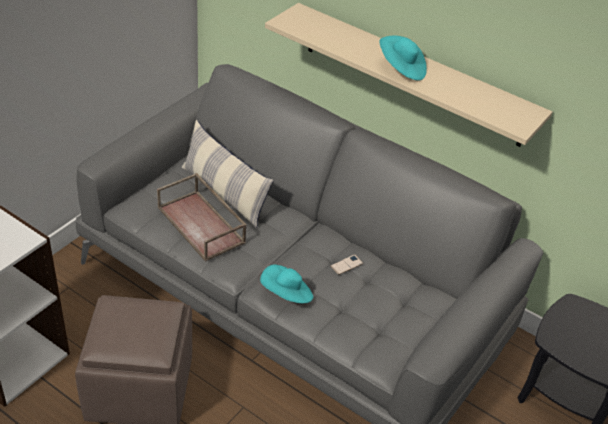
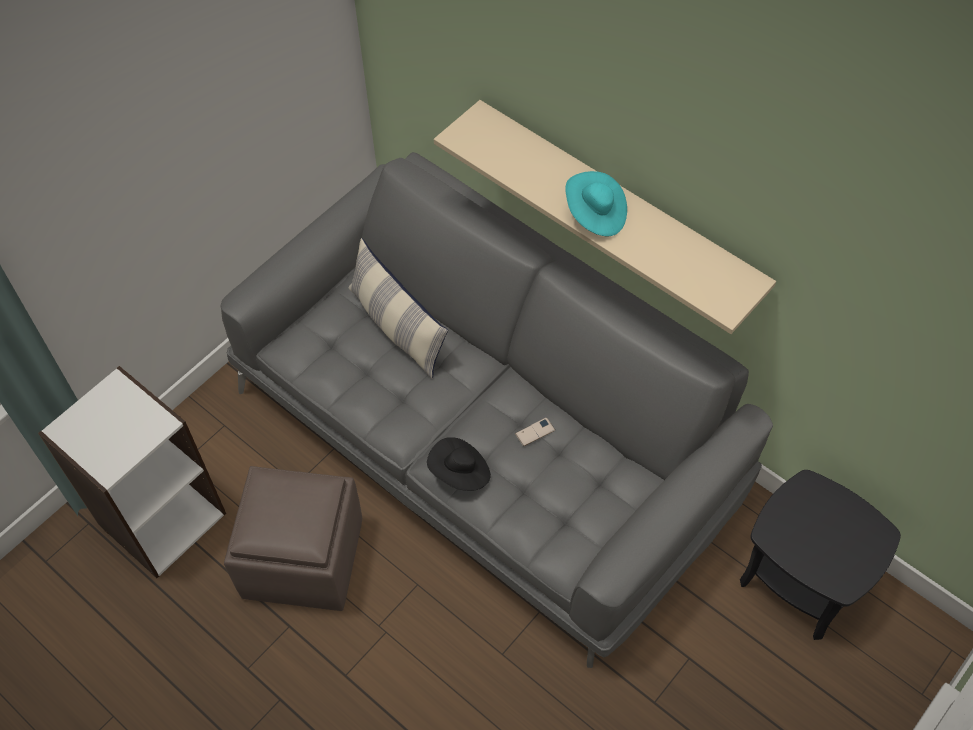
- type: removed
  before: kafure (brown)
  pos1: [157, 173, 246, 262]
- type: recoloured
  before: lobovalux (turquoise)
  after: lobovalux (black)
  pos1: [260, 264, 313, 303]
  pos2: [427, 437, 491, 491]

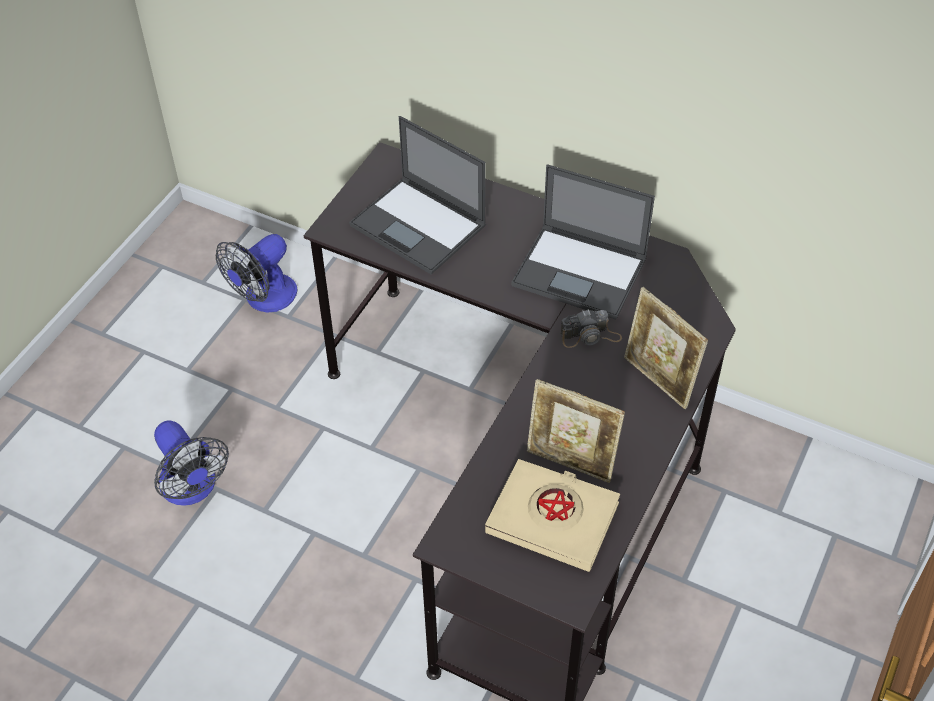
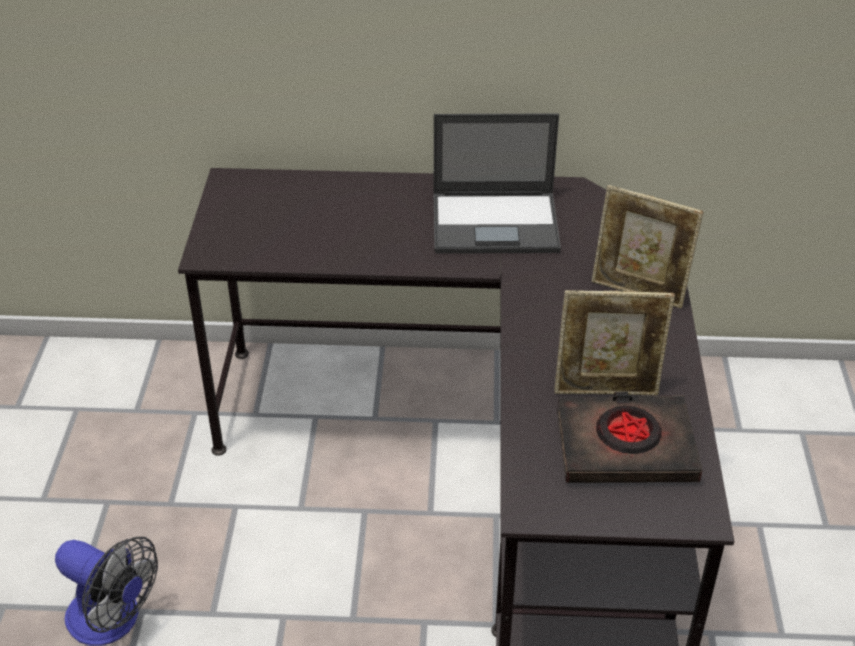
- type: removed
  before: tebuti
  pos1: [216, 234, 298, 313]
- type: removed
  before: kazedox
  pos1: [349, 116, 486, 274]
- type: recoloured
  before: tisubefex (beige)
  after: tisubefex (black)
  pos1: [485, 459, 620, 572]
  pos2: [557, 392, 702, 483]
- type: removed
  before: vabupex
  pos1: [561, 309, 622, 348]

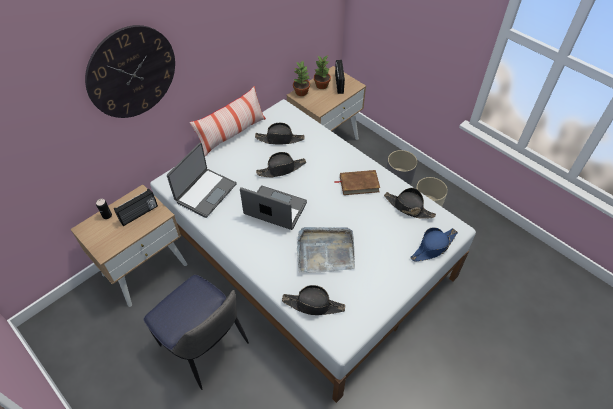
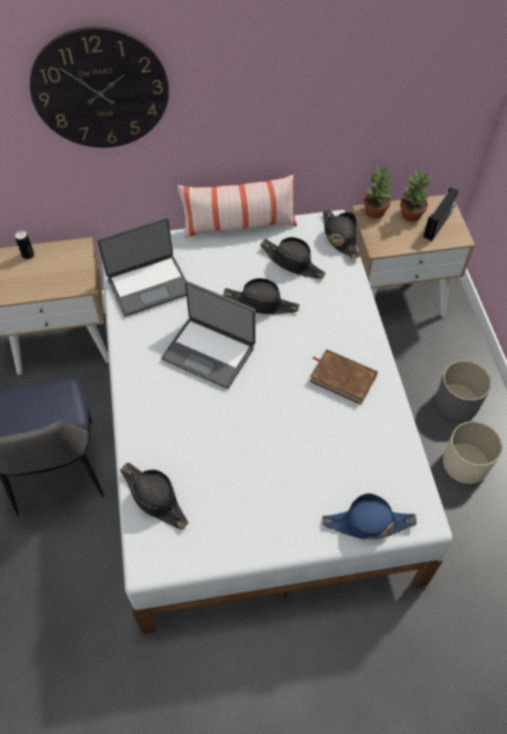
- type: removed
  before: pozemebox
  pos1: [114, 188, 158, 226]
- type: turned
  before: kazedox
  pos1: [240, 185, 307, 230]
  pos2: [161, 281, 255, 389]
  turn: 150
- type: removed
  before: kafure (grey)
  pos1: [297, 227, 355, 273]
- type: moved
  before: lobovalux (black)
  pos1: [384, 188, 436, 219]
  pos2: [323, 209, 361, 258]

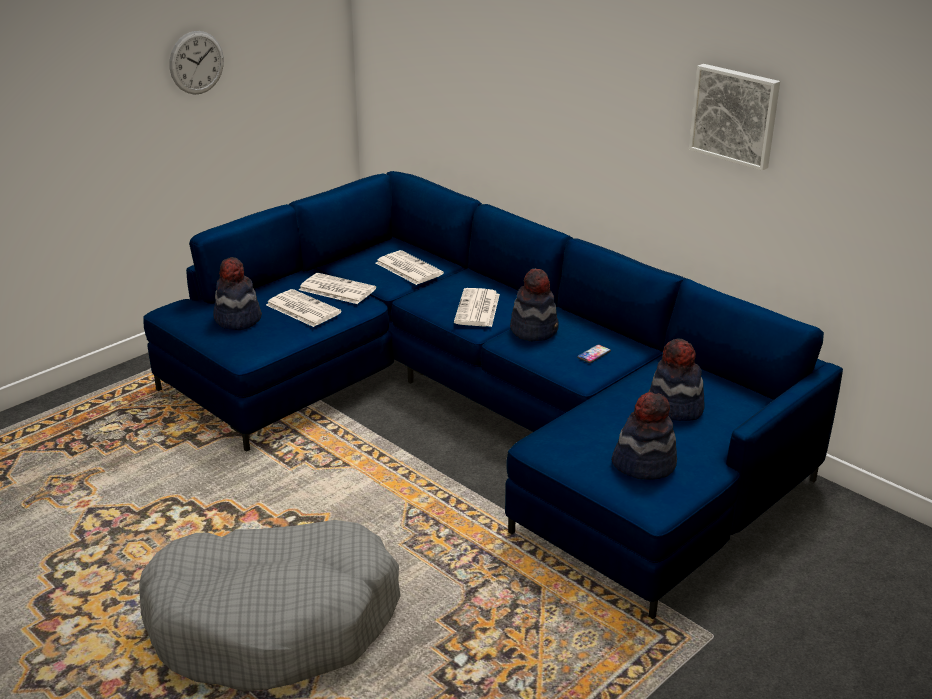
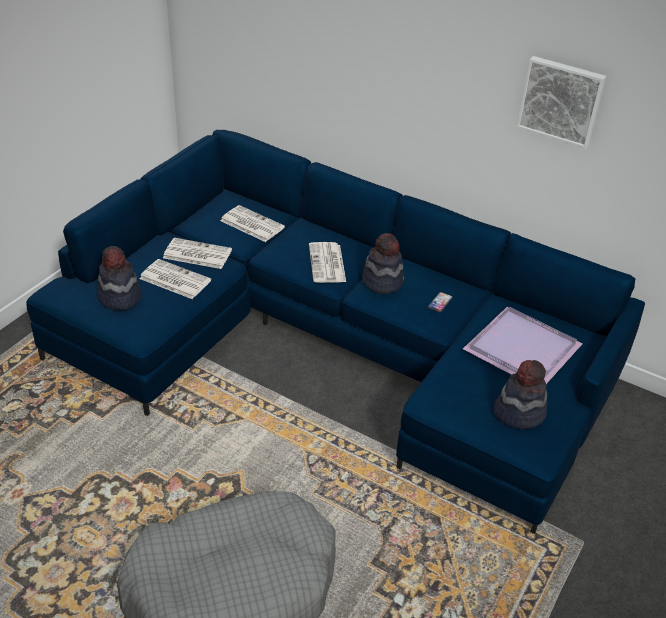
- type: removed
  before: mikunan
  pos1: [169, 31, 224, 95]
- type: replaced
  before: lobovalux
  after: kafure (purple)
  pos1: [649, 338, 704, 421]
  pos2: [463, 307, 583, 384]

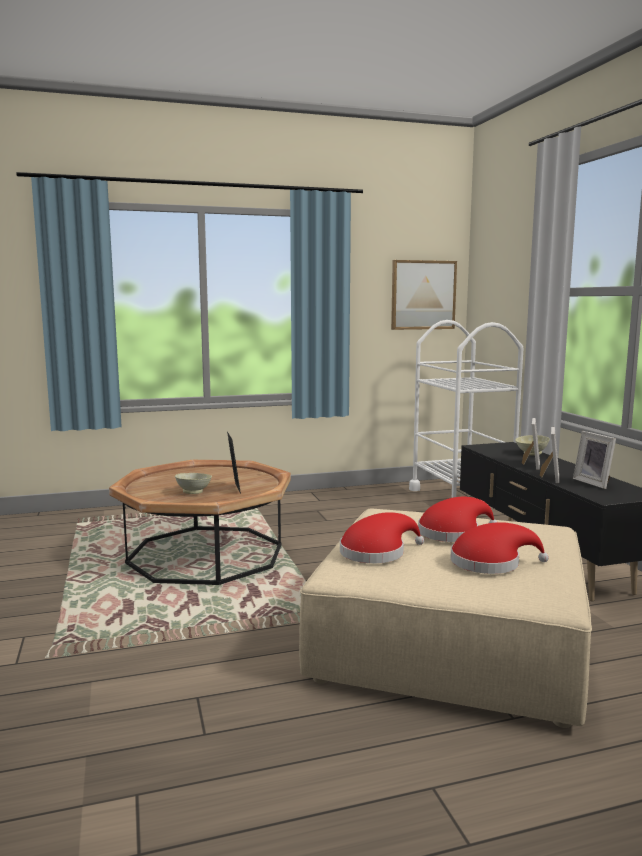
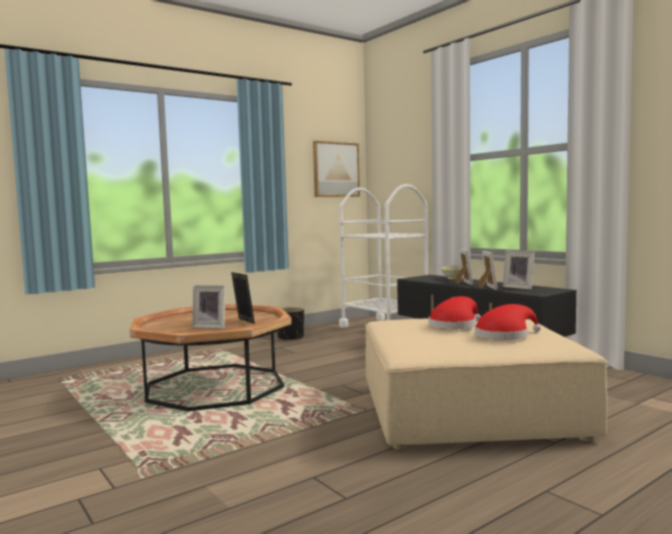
- type: replaced
  before: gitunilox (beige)
  after: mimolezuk
  pos1: [175, 473, 212, 494]
  pos2: [192, 285, 225, 329]
- type: removed
  before: lobovalux (red)
  pos1: [340, 512, 424, 563]
- type: added
  after: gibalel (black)
  pos2: [277, 307, 304, 341]

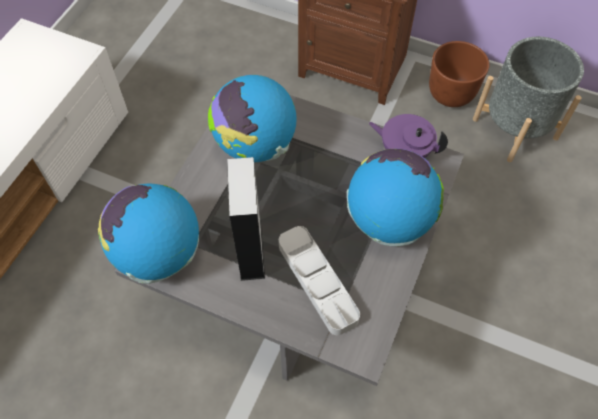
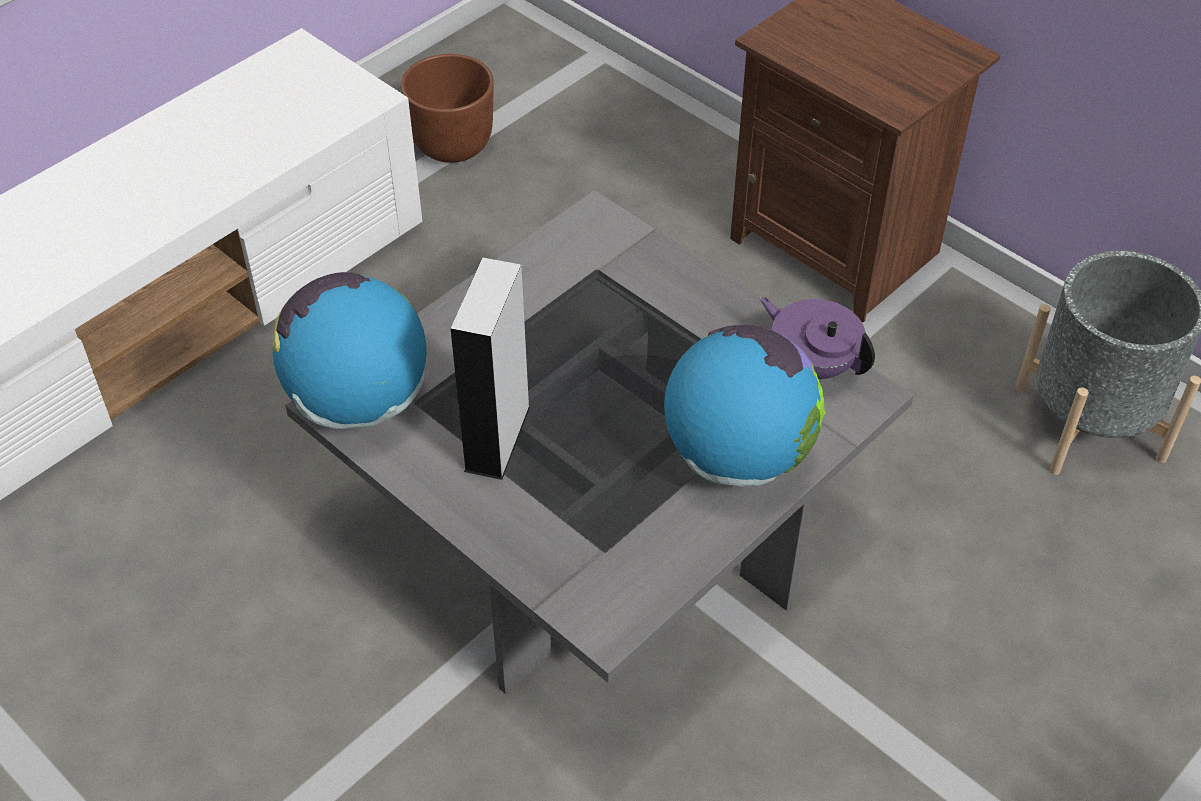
- type: removed
  before: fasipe
  pos1: [208, 75, 297, 162]
- type: removed
  before: kafure (grey)
  pos1: [279, 226, 360, 335]
- type: moved
  before: gibalel (brown)
  pos1: [429, 41, 489, 107]
  pos2: [401, 54, 494, 163]

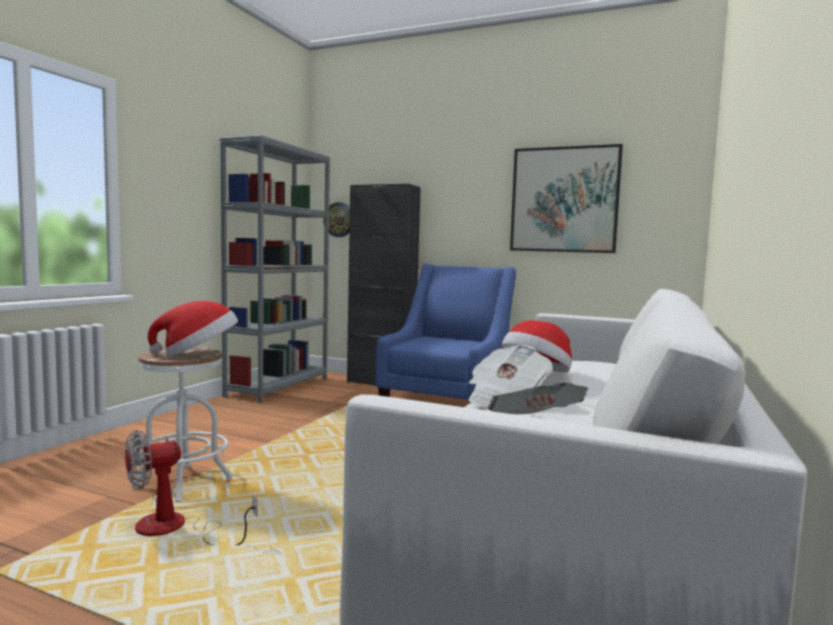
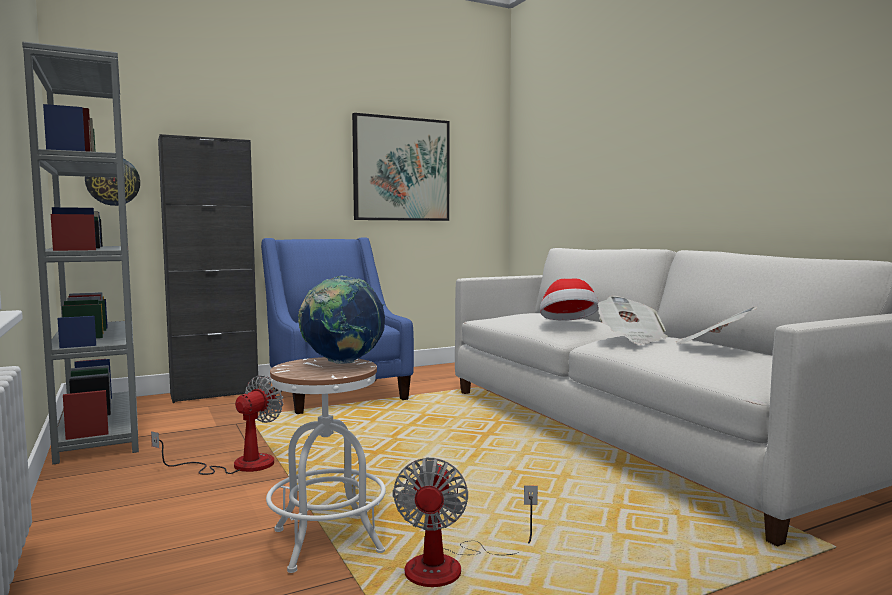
- type: replaced
  before: lobovalux
  after: fasipe
  pos1: [148, 301, 238, 356]
  pos2: [298, 275, 385, 364]
- type: added
  after: tebuti
  pos2: [151, 375, 283, 475]

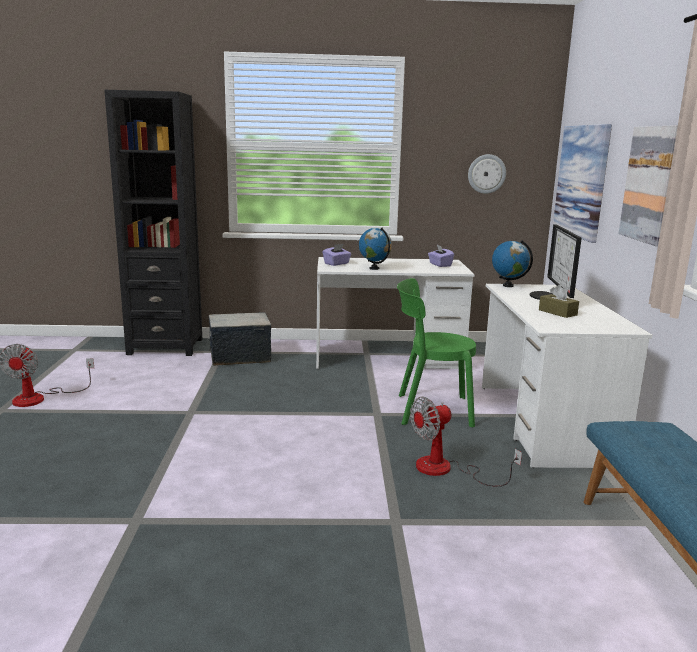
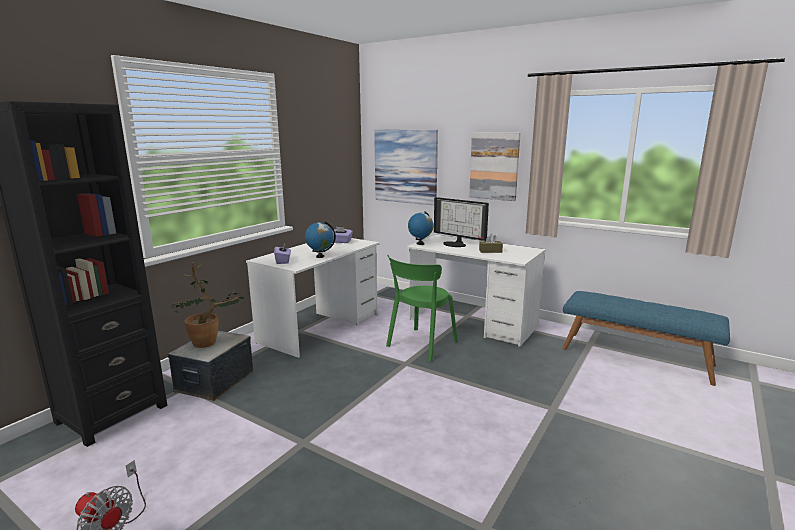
- type: removed
  before: tebuti
  pos1: [410, 397, 522, 487]
- type: removed
  before: mikunan
  pos1: [468, 154, 506, 194]
- type: added
  after: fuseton
  pos2: [171, 261, 245, 348]

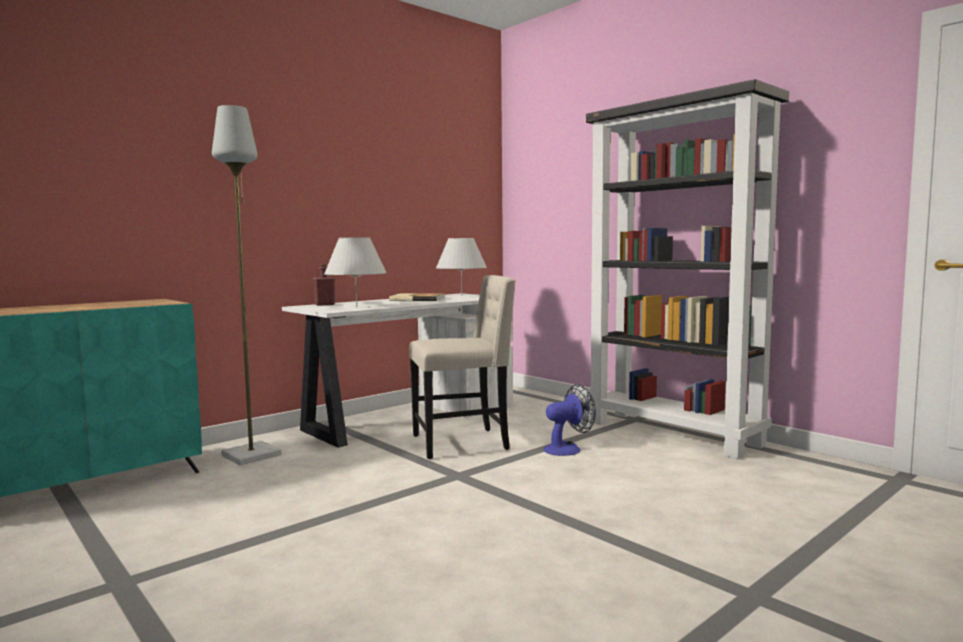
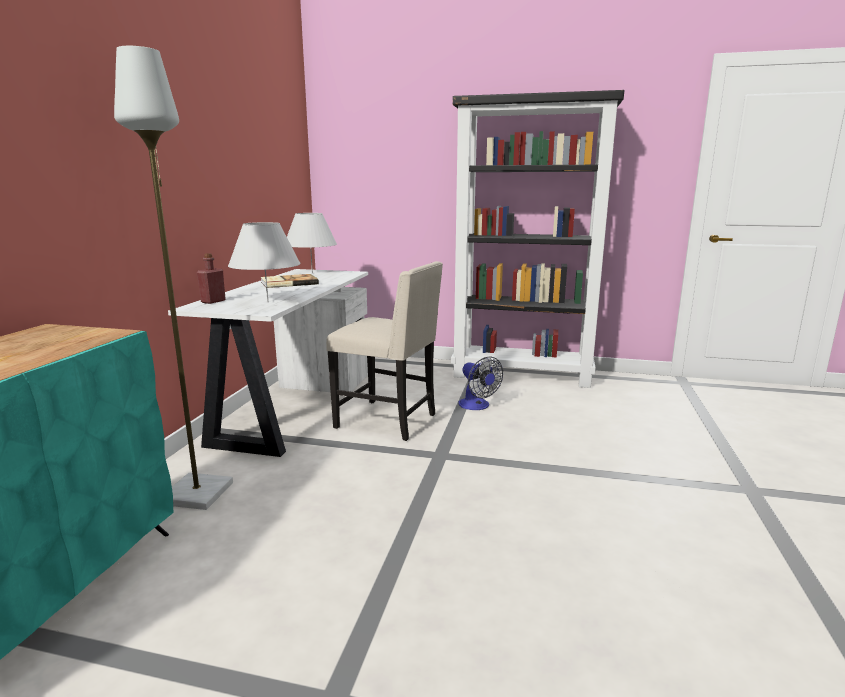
- type: turned
  before: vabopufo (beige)
  pos1: [409, 275, 516, 459]
  pos2: [326, 261, 443, 441]
  turn: 75
- type: turned
  before: tebuti
  pos1: [543, 384, 596, 456]
  pos2: [458, 356, 503, 410]
  turn: 120

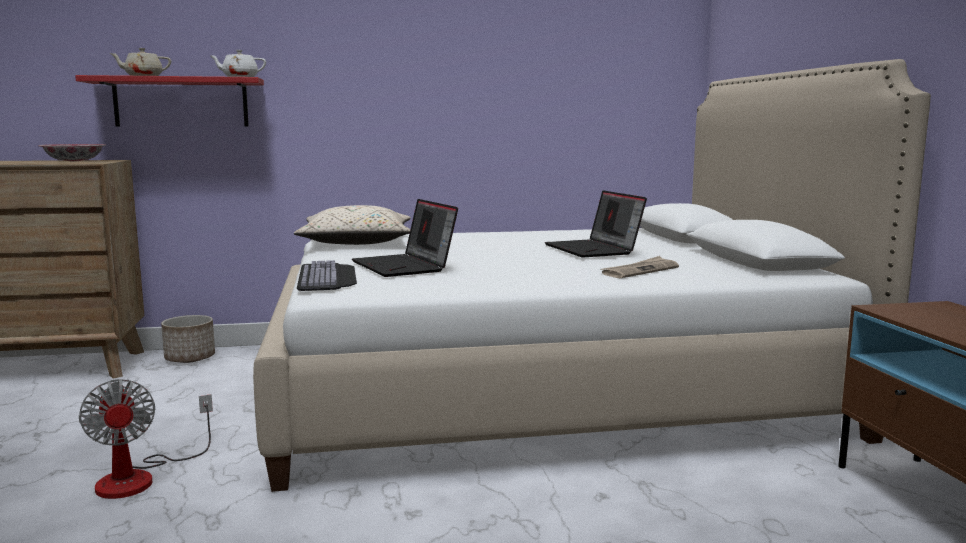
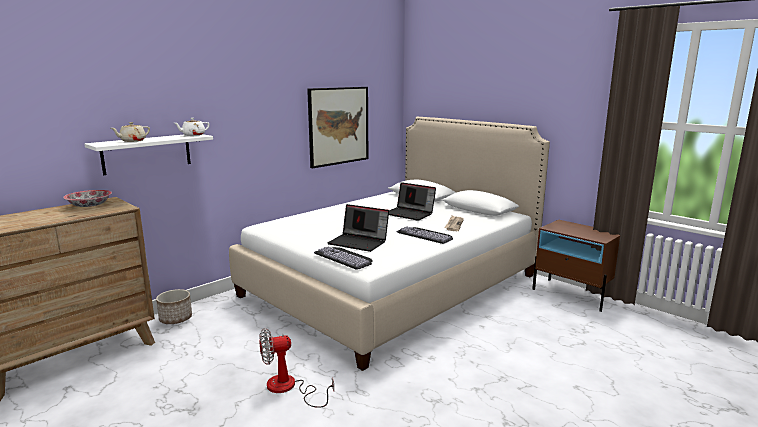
- type: recoloured
  before: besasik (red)
  after: besasik (white)
  pos1: [75, 75, 264, 127]
  pos2: [84, 134, 213, 175]
- type: turned
  before: tebuti
  pos1: [79, 379, 213, 499]
  pos2: [259, 328, 334, 408]
  turn: 135
- type: removed
  before: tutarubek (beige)
  pos1: [294, 205, 411, 245]
- type: added
  after: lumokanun
  pos2: [307, 87, 368, 168]
- type: added
  after: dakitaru
  pos2: [396, 226, 453, 244]

